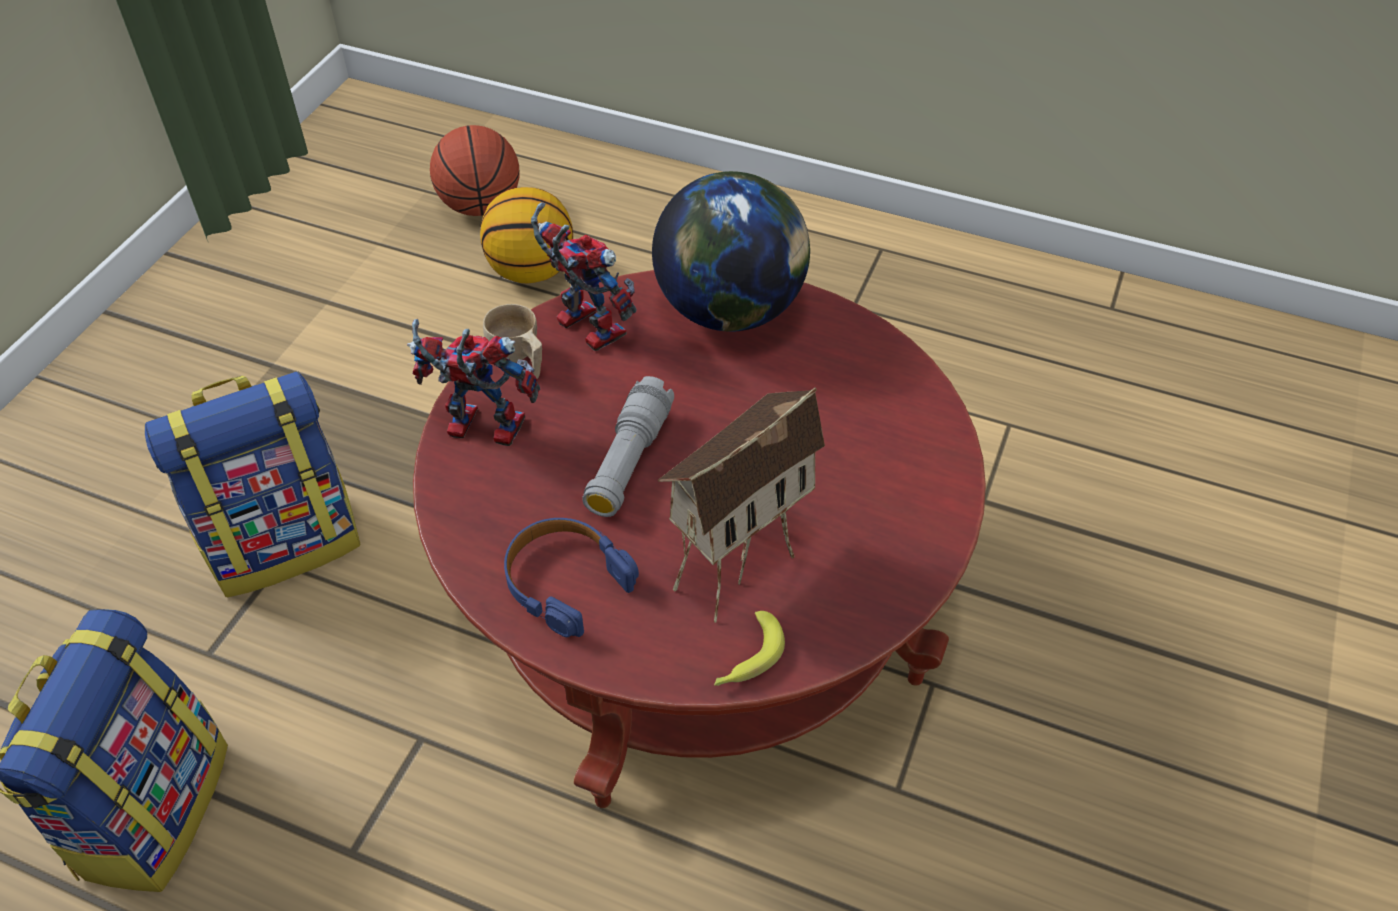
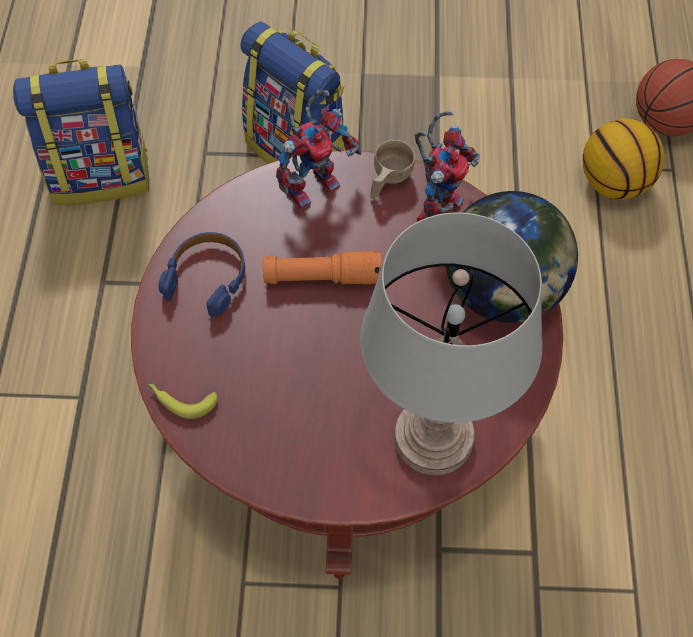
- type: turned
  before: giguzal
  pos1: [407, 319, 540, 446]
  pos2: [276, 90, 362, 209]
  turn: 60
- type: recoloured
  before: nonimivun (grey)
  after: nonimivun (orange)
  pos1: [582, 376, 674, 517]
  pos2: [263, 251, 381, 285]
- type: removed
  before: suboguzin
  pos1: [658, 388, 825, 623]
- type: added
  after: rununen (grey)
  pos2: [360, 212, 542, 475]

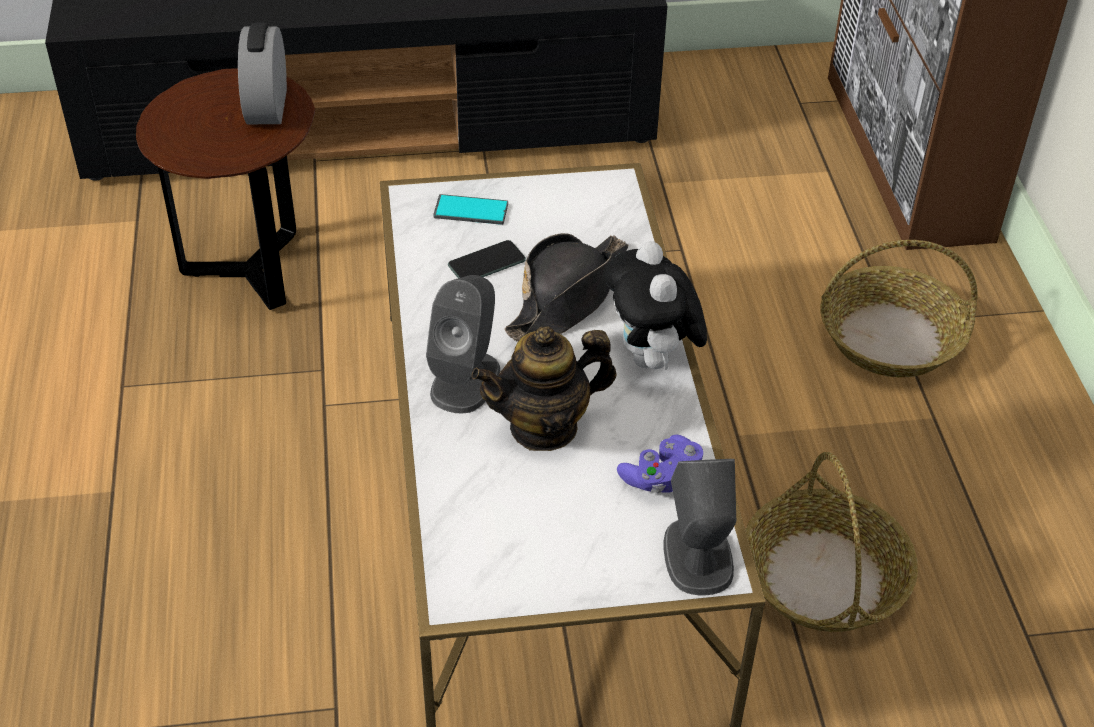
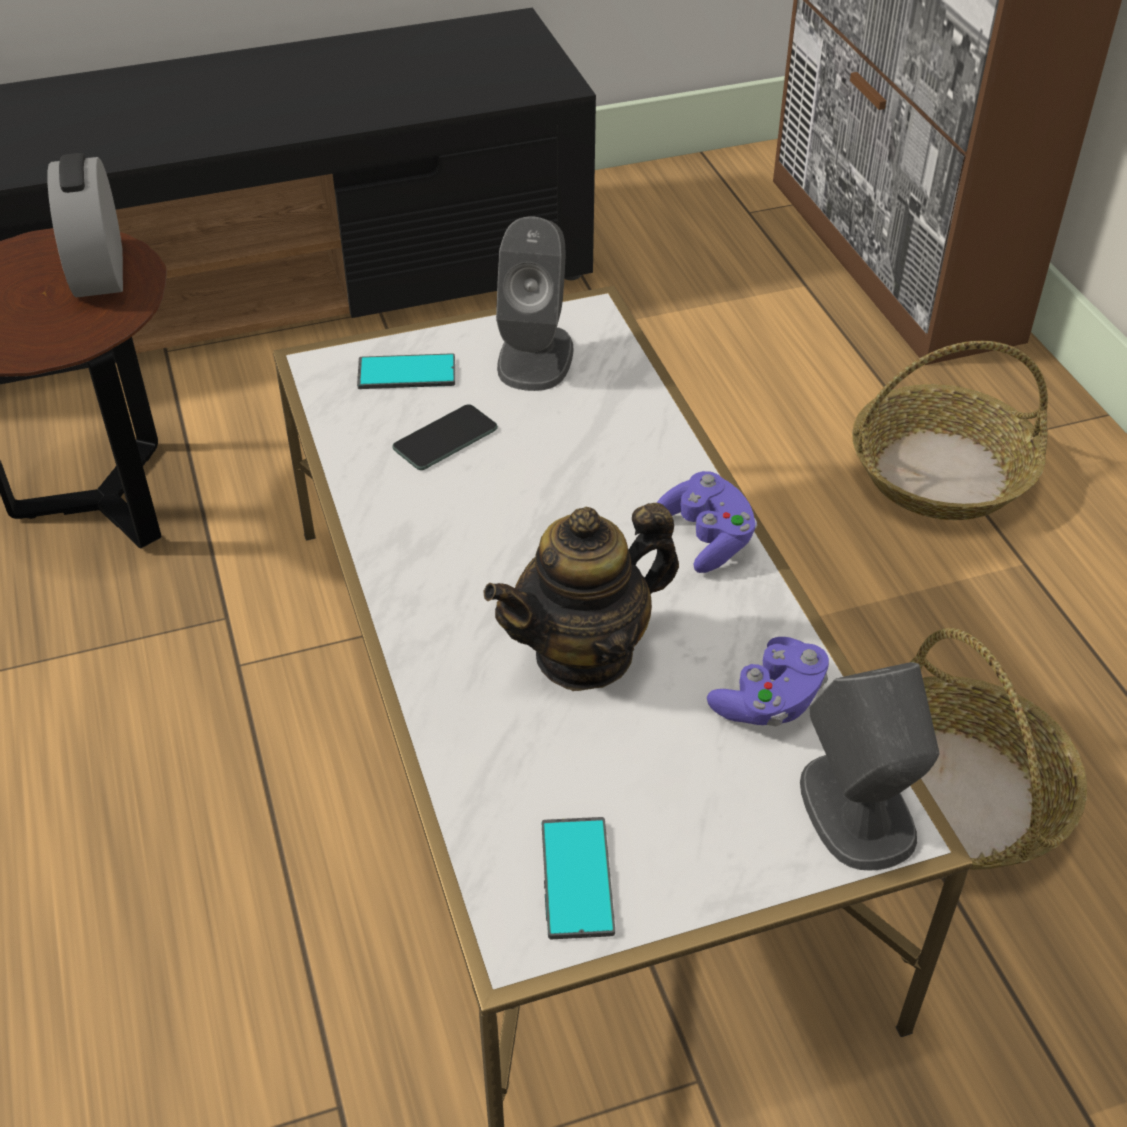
- type: moved
  before: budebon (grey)
  pos1: [426, 275, 500, 414]
  pos2: [496, 216, 574, 391]
- type: removed
  before: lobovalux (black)
  pos1: [504, 233, 628, 342]
- type: replaced
  before: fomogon
  after: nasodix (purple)
  pos1: [605, 241, 707, 373]
  pos2: [657, 471, 757, 573]
- type: added
  after: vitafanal
  pos2: [542, 817, 615, 939]

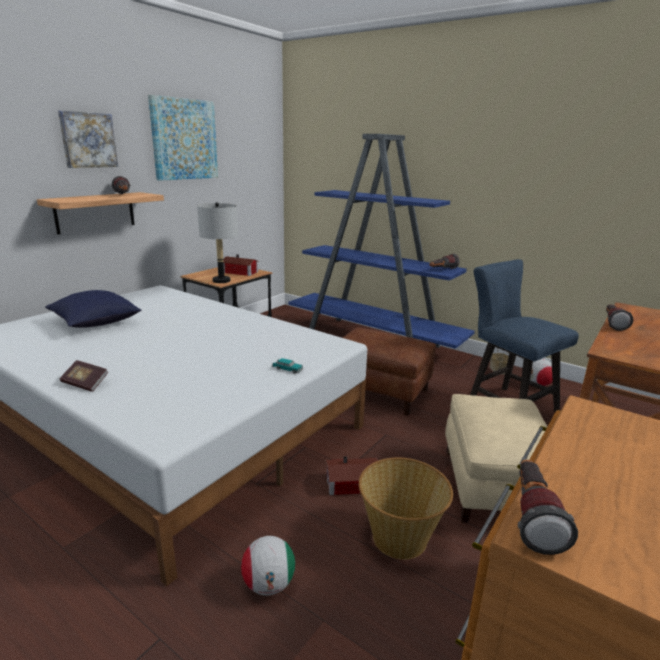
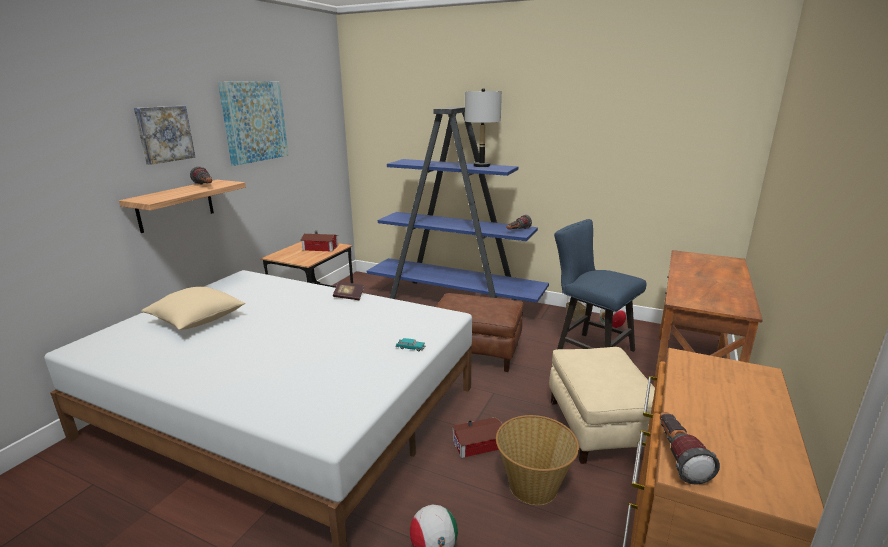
- type: recoloured
  before: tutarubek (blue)
  after: tutarubek (beige)
  pos1: [45, 290, 142, 328]
  pos2: [141, 287, 245, 330]
- type: moved
  before: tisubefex
  pos1: [60, 360, 108, 392]
  pos2: [333, 282, 364, 300]
- type: moved
  before: rununen (grey)
  pos1: [197, 202, 238, 283]
  pos2: [465, 88, 502, 167]
- type: removed
  before: nonimivun
  pos1: [606, 305, 633, 331]

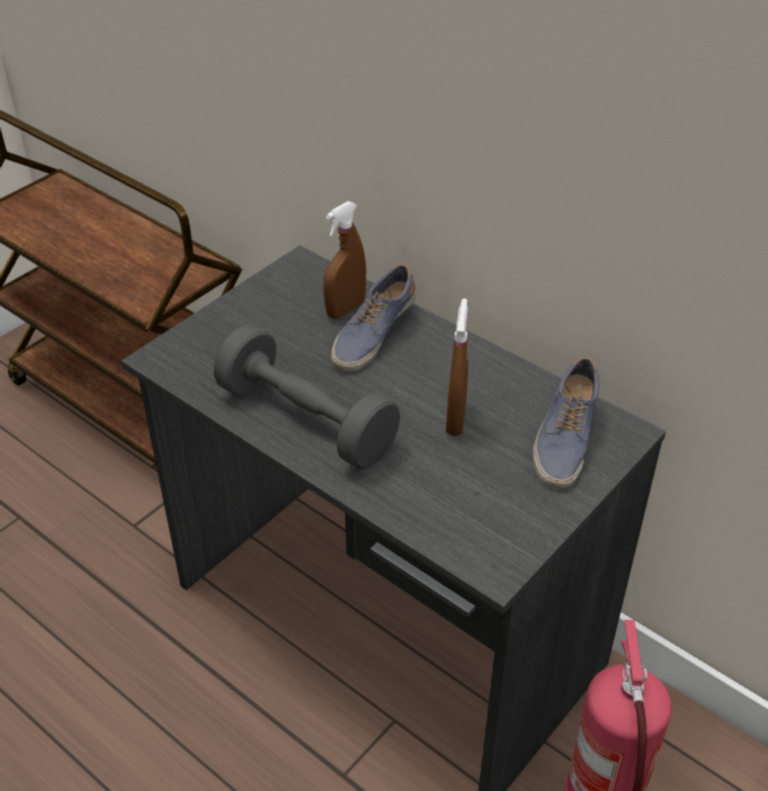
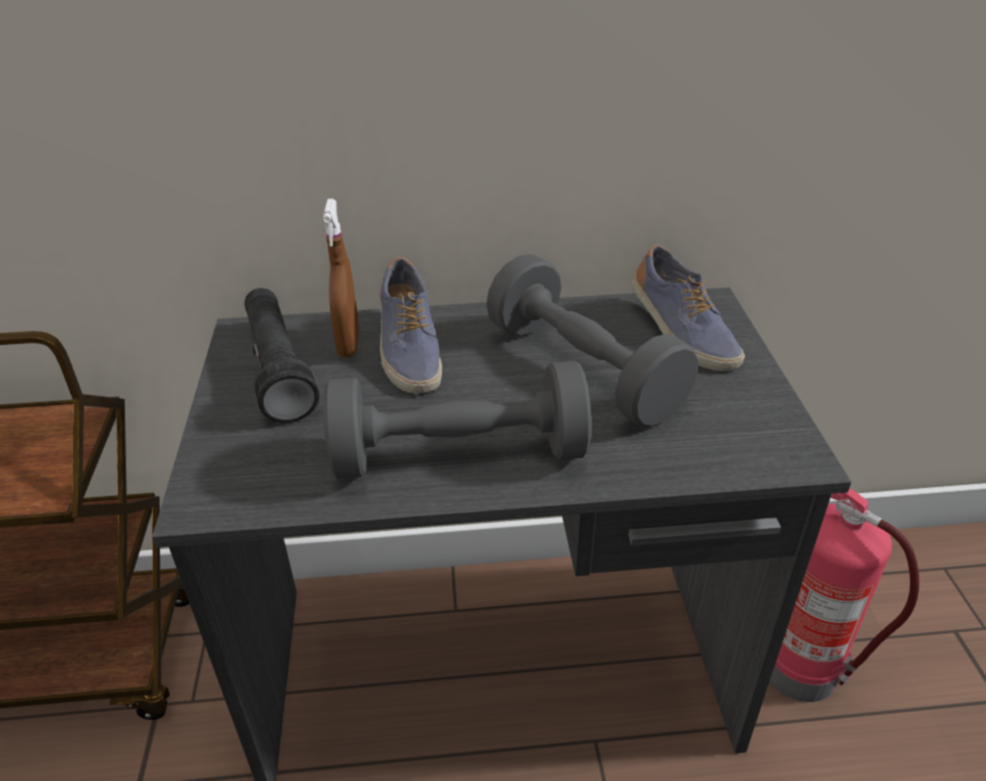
- type: replaced
  before: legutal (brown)
  after: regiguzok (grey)
  pos1: [446, 298, 468, 436]
  pos2: [486, 254, 698, 427]
- type: added
  after: nonimivun (black)
  pos2: [244, 288, 320, 423]

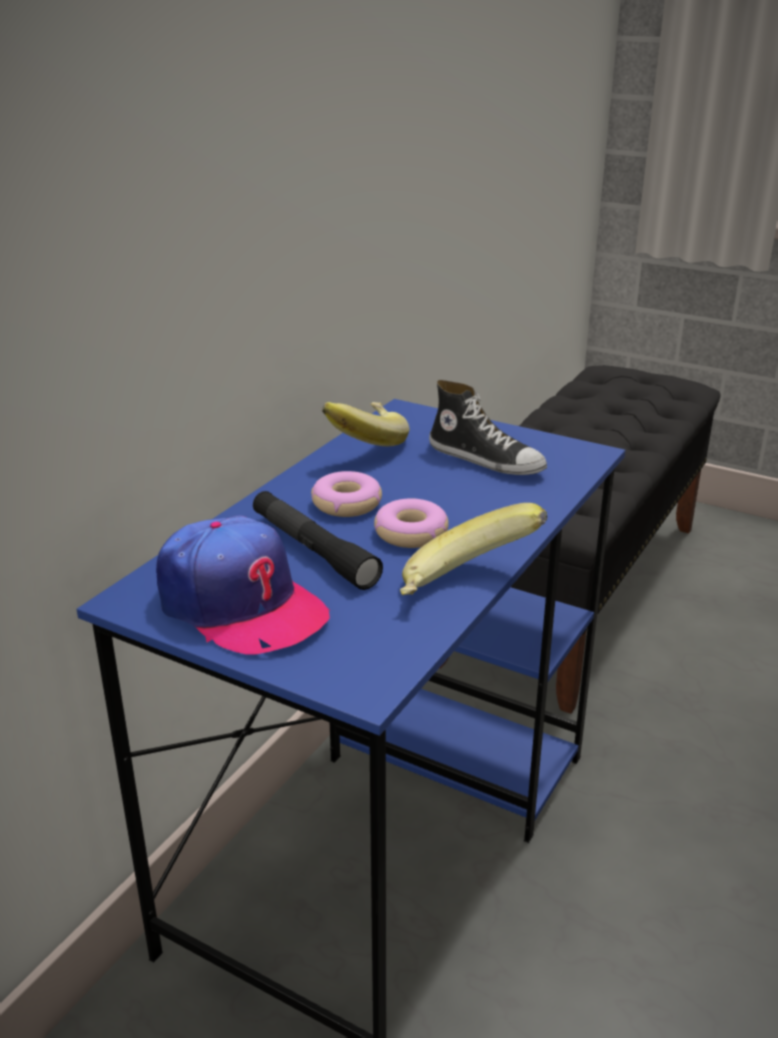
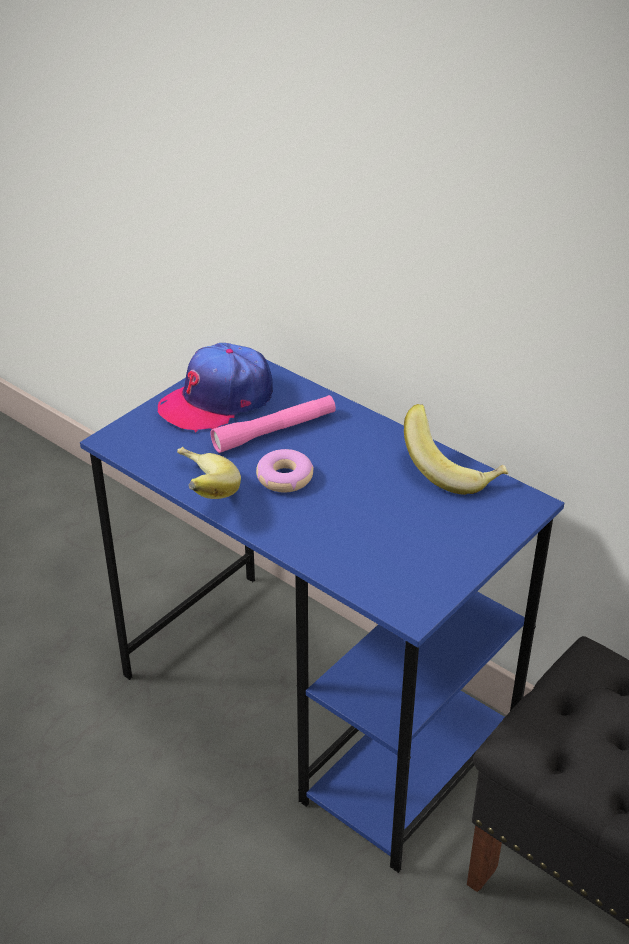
- type: recoloured
  before: nonimivun (black)
  after: nonimivun (pink)
  pos1: [253, 491, 383, 590]
  pos2: [211, 395, 336, 453]
- type: removed
  before: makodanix
  pos1: [311, 471, 382, 517]
- type: removed
  before: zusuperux
  pos1: [429, 380, 547, 475]

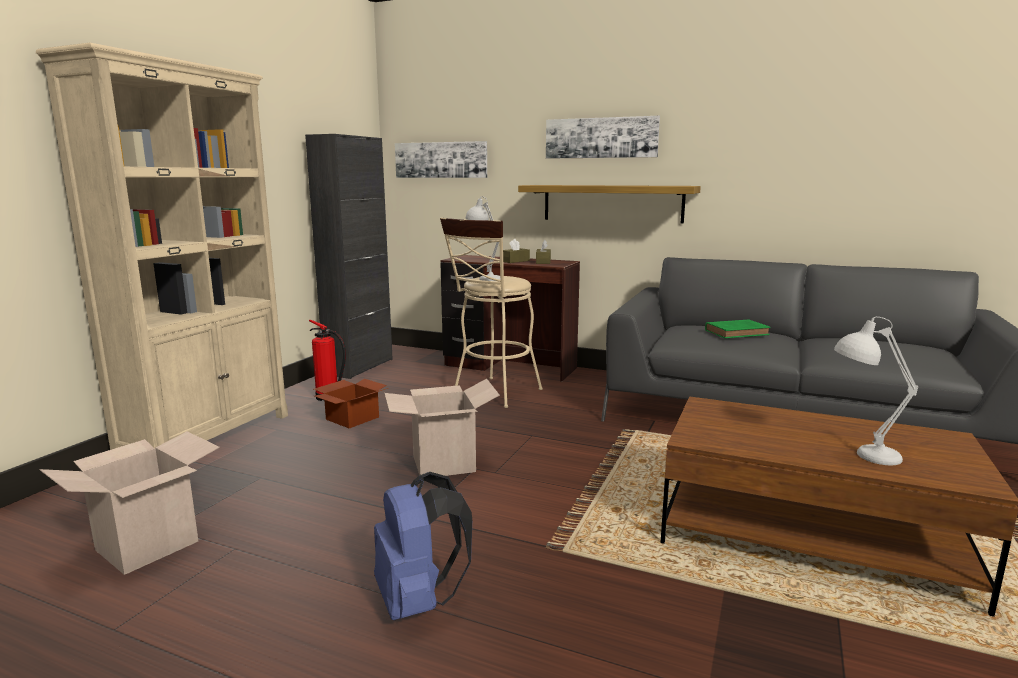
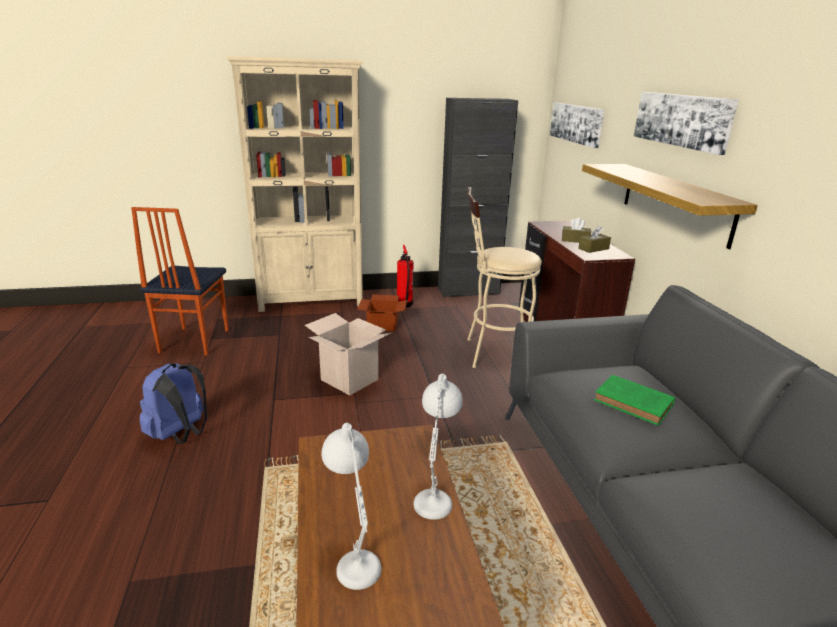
- type: replaced
  before: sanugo
  after: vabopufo
  pos1: [40, 431, 220, 575]
  pos2: [131, 207, 229, 356]
- type: moved
  before: rununen (white)
  pos1: [466, 196, 500, 281]
  pos2: [414, 373, 463, 520]

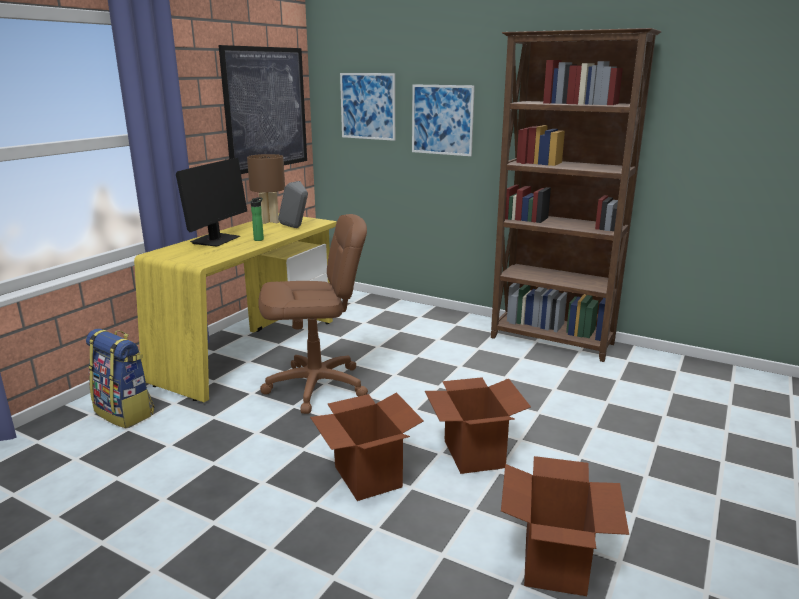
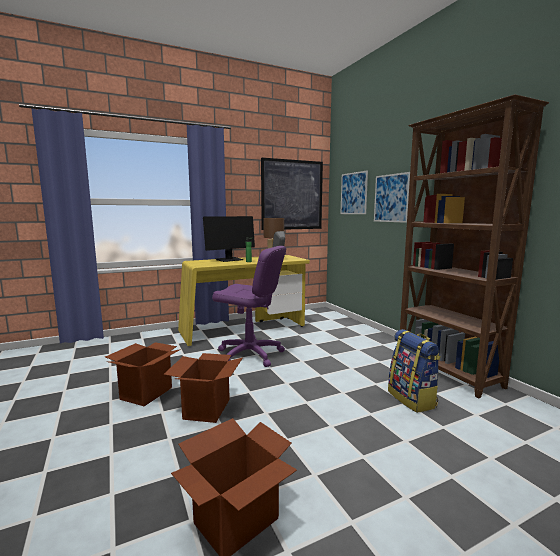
- type: moved
  before: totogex
  pos1: [86, 328, 155, 428]
  pos2: [388, 329, 441, 413]
- type: recoloured
  before: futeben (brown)
  after: futeben (purple)
  pos1: [259, 214, 368, 414]
  pos2: [212, 246, 286, 367]
- type: moved
  before: sanugo
  pos1: [425, 377, 531, 474]
  pos2: [105, 342, 181, 406]

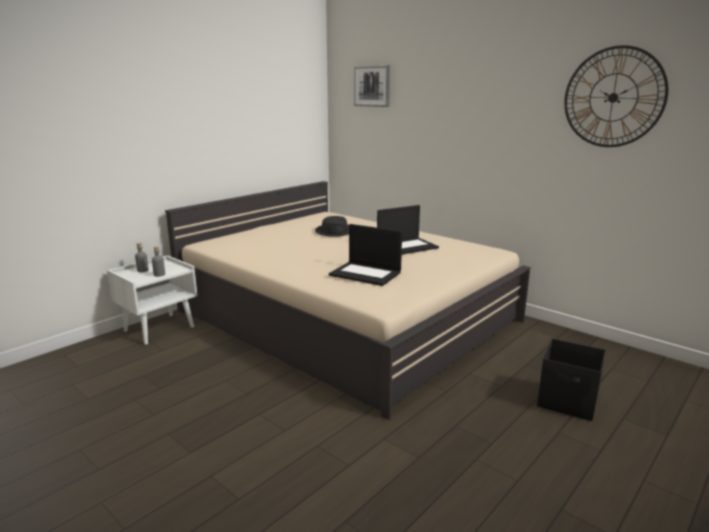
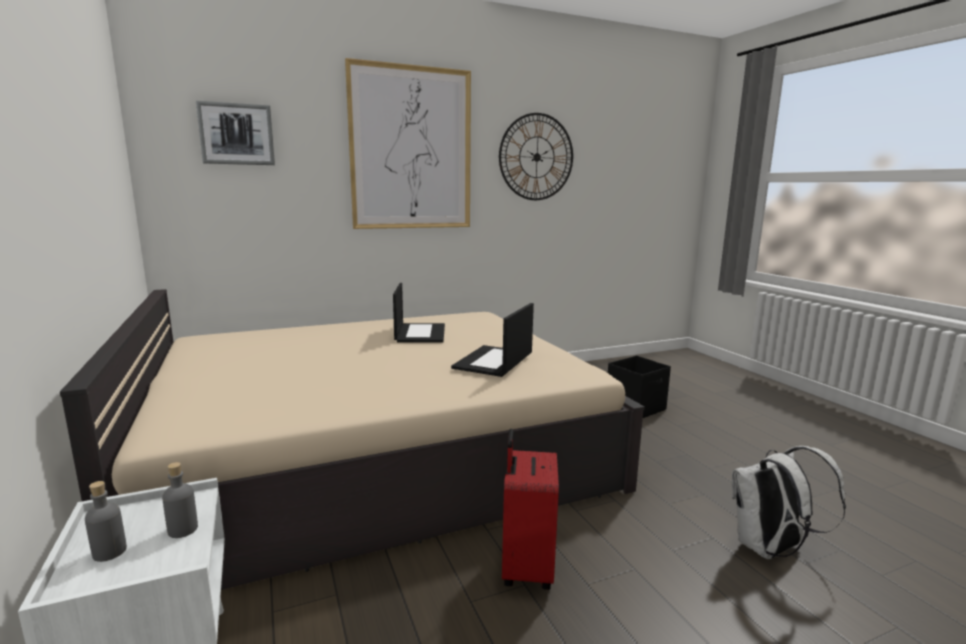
- type: removed
  before: lobovalux (black)
  pos1: [315, 216, 349, 237]
- type: turned
  before: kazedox
  pos1: [329, 224, 402, 286]
  pos2: [451, 303, 534, 377]
  turn: 150
- type: added
  after: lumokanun
  pos2: [345, 58, 471, 229]
- type: added
  after: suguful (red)
  pos2: [502, 429, 559, 590]
- type: added
  after: totogex (white)
  pos2: [732, 446, 846, 559]

